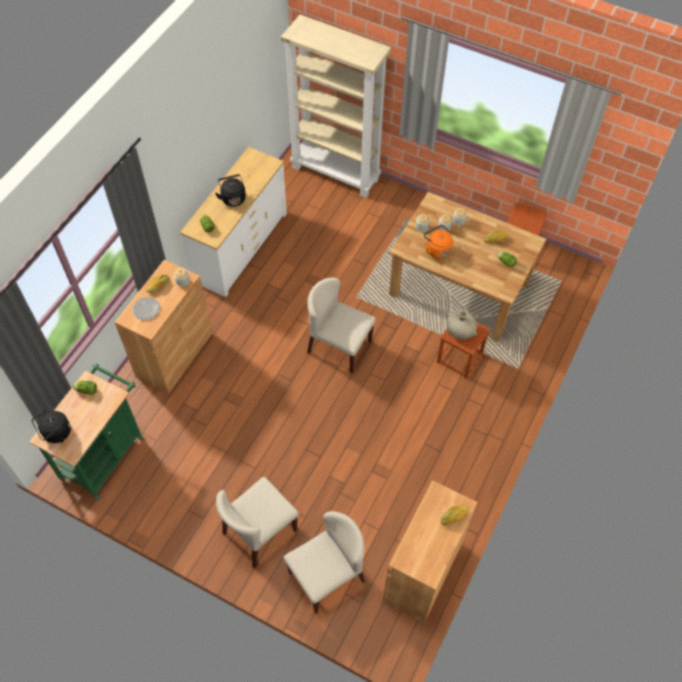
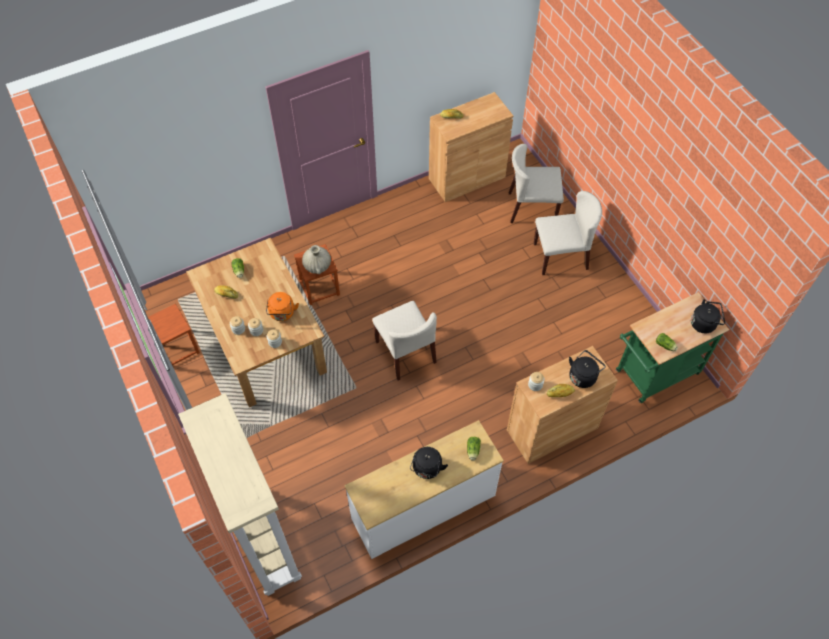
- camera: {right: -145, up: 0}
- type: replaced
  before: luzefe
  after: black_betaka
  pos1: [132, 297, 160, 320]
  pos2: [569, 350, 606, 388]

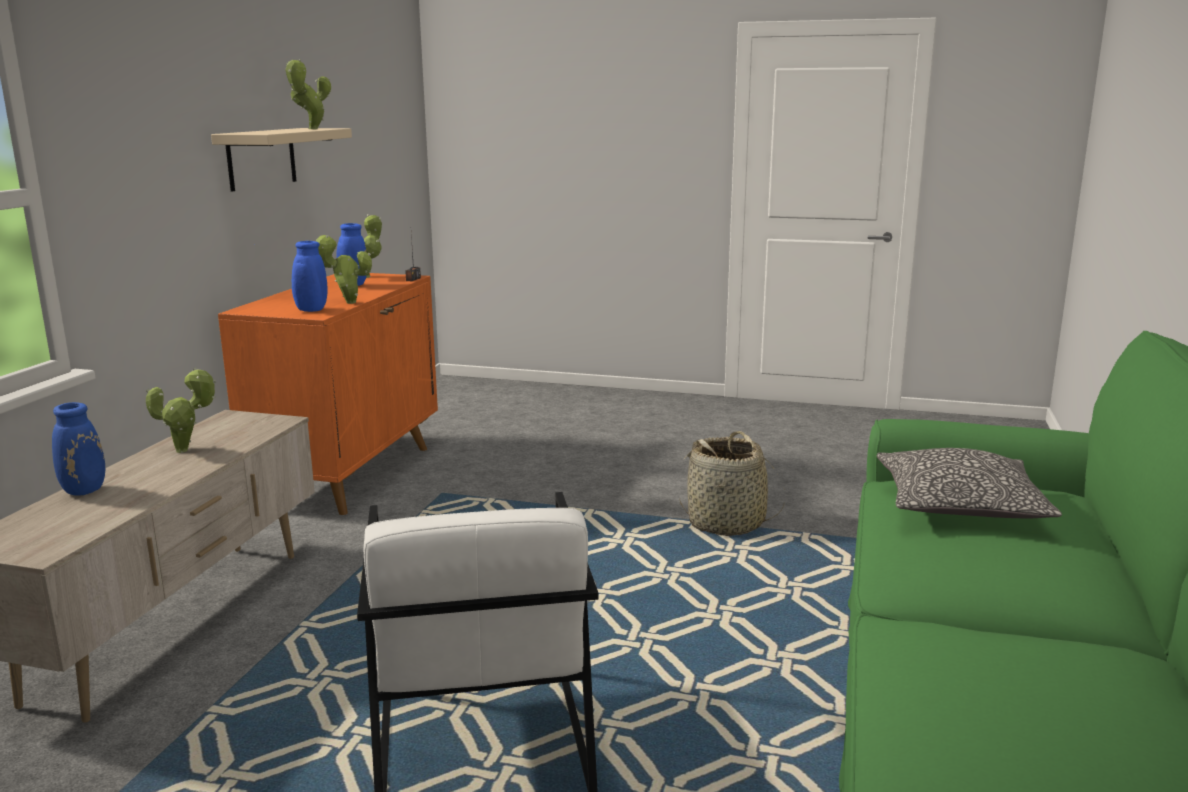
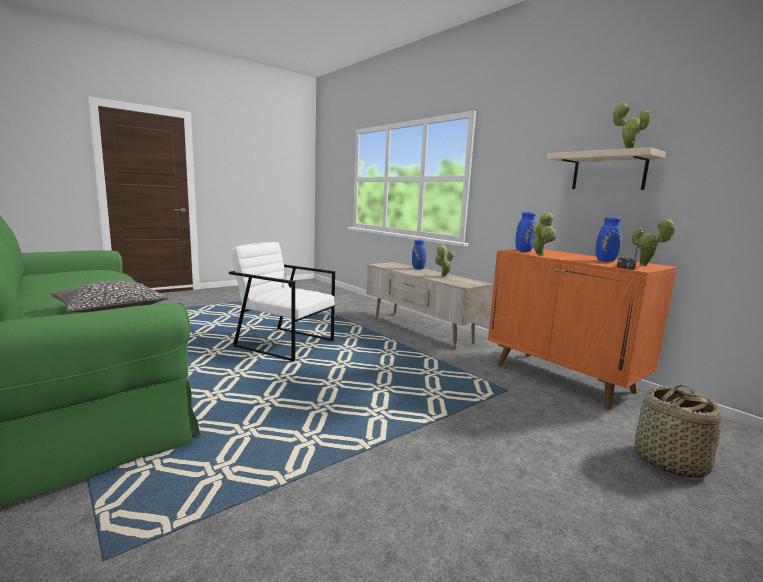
- camera: {right: 125, up: -5}
- type: moved
  before: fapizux
  pos1: [679, 431, 785, 536]
  pos2: [634, 385, 721, 478]

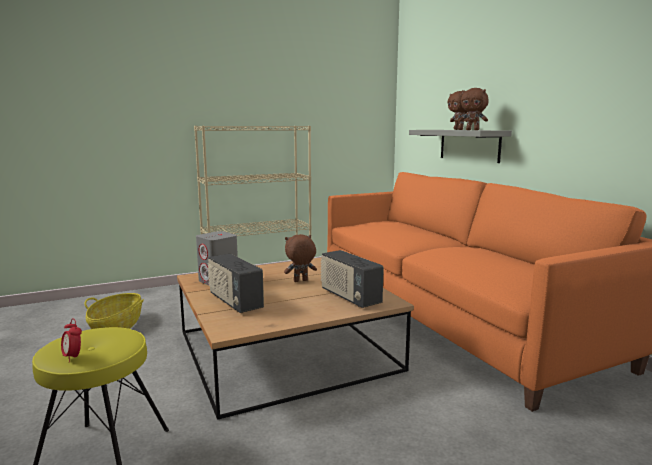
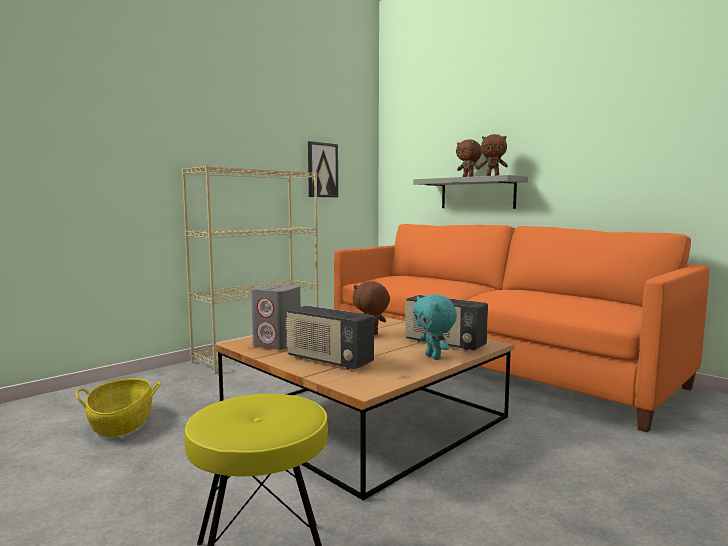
- camera: {right: -20, up: -5}
- type: removed
  before: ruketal
  pos1: [61, 318, 82, 362]
- type: added
  after: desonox
  pos2: [308, 141, 338, 197]
- type: added
  after: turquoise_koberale
  pos2: [413, 294, 457, 360]

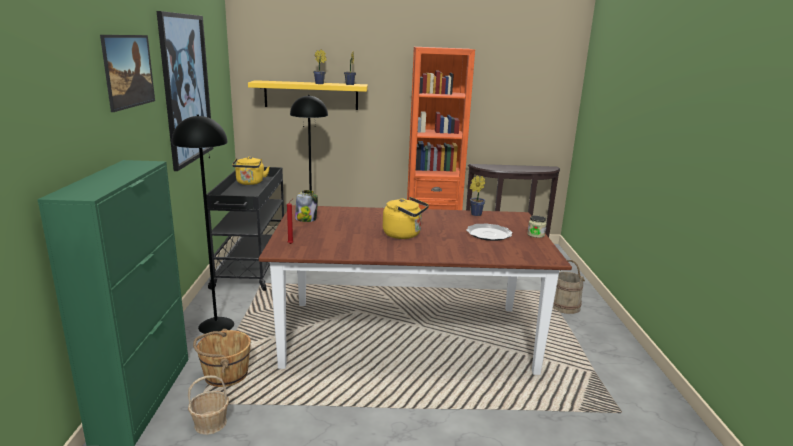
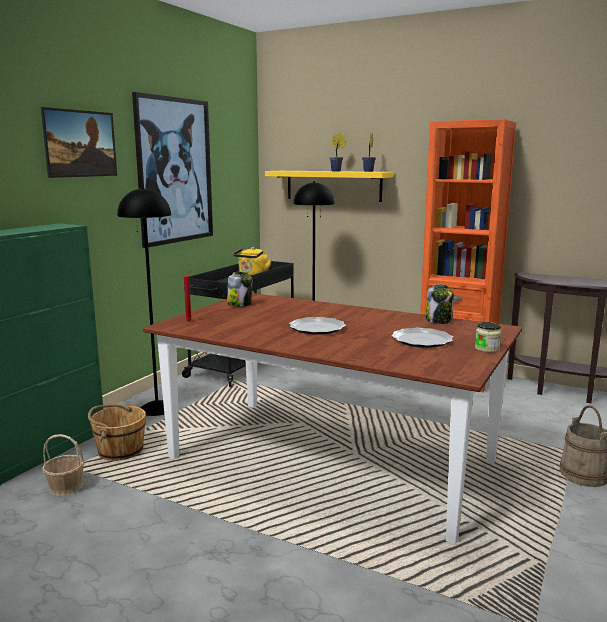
- camera: {right: 30, up: -5}
- type: replaced
  before: yellow_betaka
  after: luzefe
  pos1: [383, 197, 429, 239]
  pos2: [289, 317, 346, 335]
- type: replaced
  before: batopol
  after: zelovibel
  pos1: [470, 175, 485, 216]
  pos2: [426, 284, 454, 324]

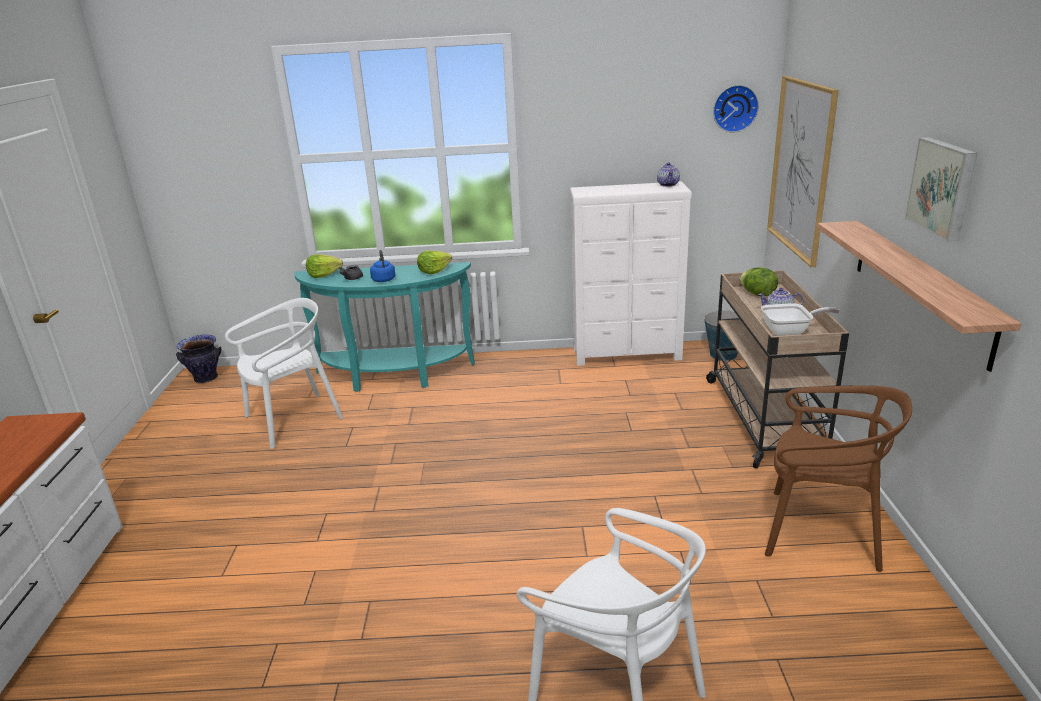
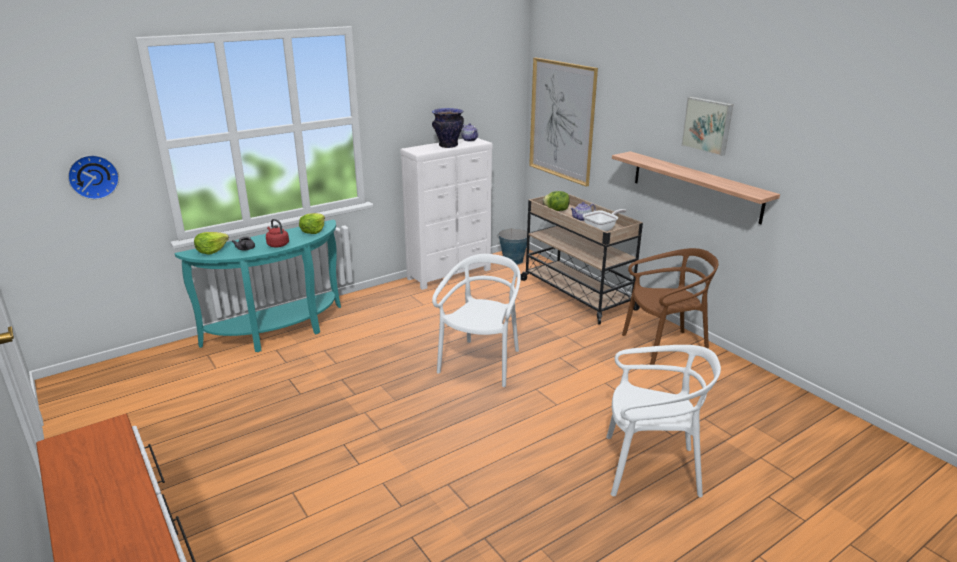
- camera: {right: -35, up: 0}
- type: moved
  before: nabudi
  pos1: [176, 335, 221, 383]
  pos2: [432, 108, 464, 148]
- type: moved
  before: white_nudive
  pos1: [225, 298, 343, 449]
  pos2: [432, 254, 521, 387]
- type: moved
  before: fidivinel
  pos1: [713, 85, 759, 133]
  pos2: [68, 155, 119, 200]
- type: recoloured
  before: blue_betaka
  after: red_betaka
  pos1: [370, 250, 395, 282]
  pos2: [266, 219, 289, 247]

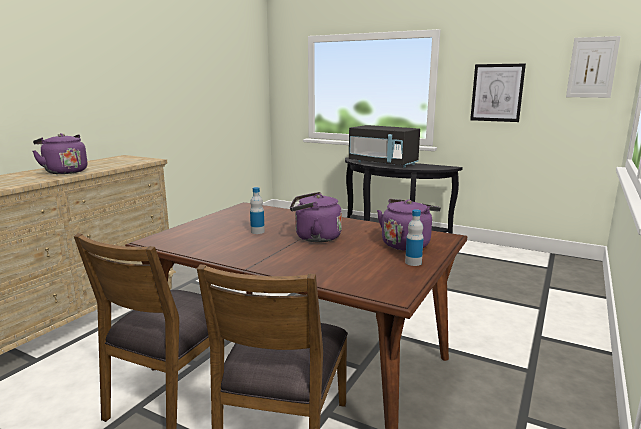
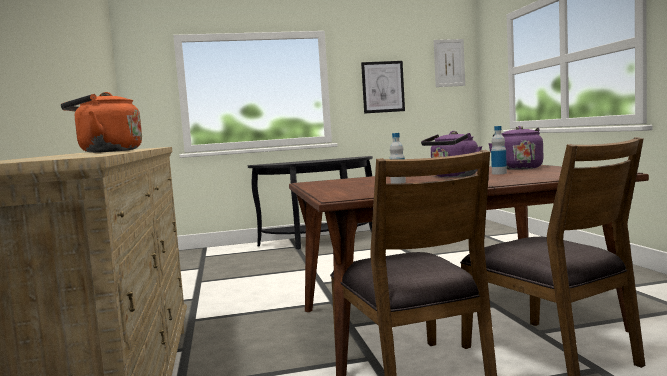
- camera: {right: -40, up: -10}
- type: removed
  before: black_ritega
  pos1: [349, 125, 420, 168]
- type: moved
  before: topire
  pos1: [405, 209, 423, 266]
  pos2: [491, 126, 507, 174]
- type: recoloured
  before: purple_betaka
  after: orange_betaka
  pos1: [32, 133, 87, 174]
  pos2: [61, 92, 142, 153]

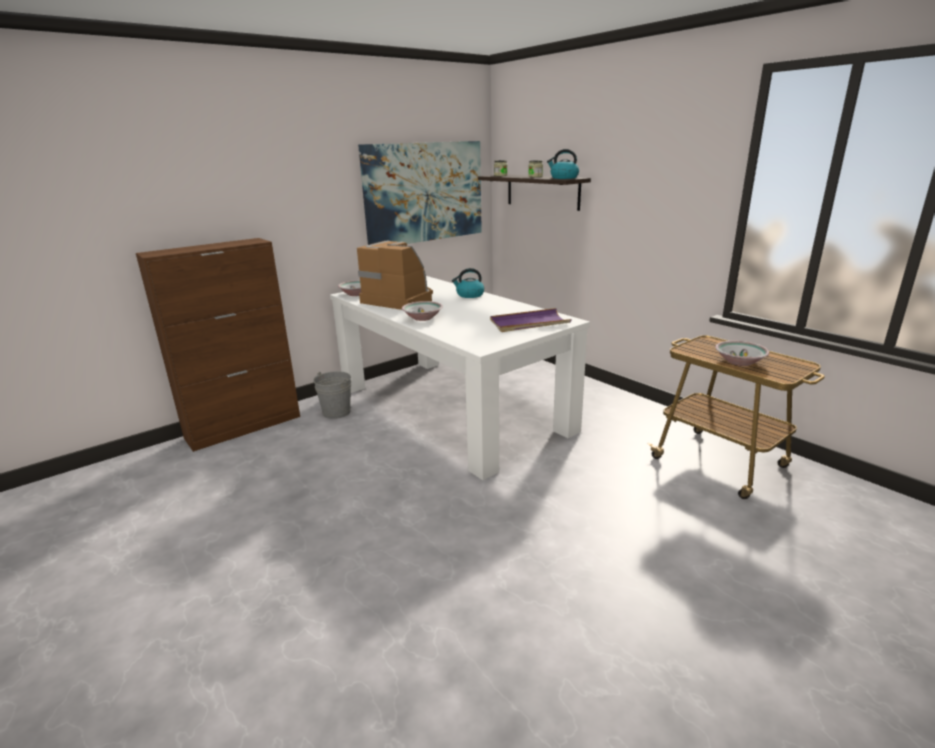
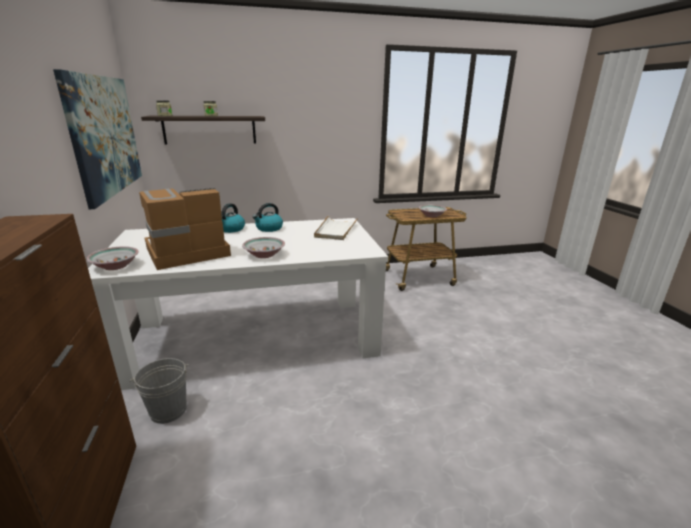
- camera: {right: -65, up: 0}
- type: moved
  before: betaka
  pos1: [547, 149, 579, 179]
  pos2: [252, 203, 283, 232]
- type: recoloured
  before: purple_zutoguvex
  after: white_zutoguvex
  pos1: [490, 308, 572, 332]
  pos2: [314, 216, 358, 240]

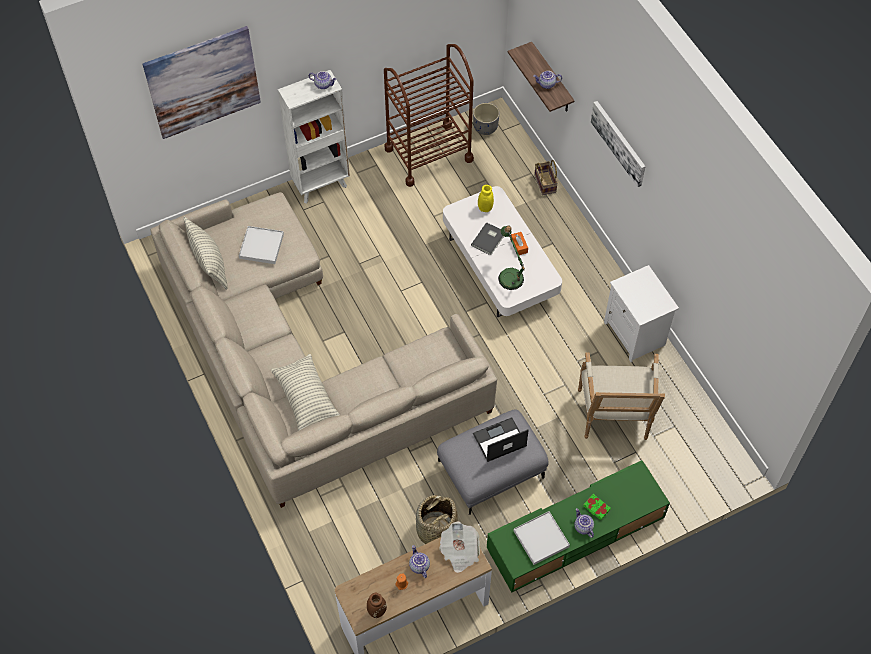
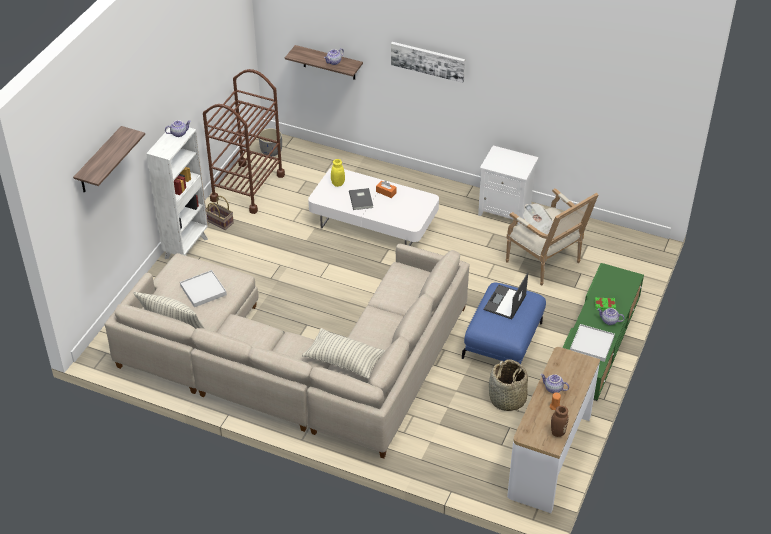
- camera: {right: -40, up: -15}
- type: removed
  before: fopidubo
  pos1: [498, 226, 525, 290]
- type: moved
  before: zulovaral
  pos1: [439, 521, 480, 573]
  pos2: [523, 203, 553, 235]
- type: moved
  before: fapizux
  pos1: [534, 160, 558, 195]
  pos2: [206, 196, 234, 230]
- type: replaced
  before: desonox
  after: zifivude
  pos1: [143, 26, 261, 139]
  pos2: [73, 126, 145, 192]
- type: recoloured
  before: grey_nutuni
  after: blue_nutuni
  pos1: [437, 409, 548, 515]
  pos2: [462, 283, 546, 364]

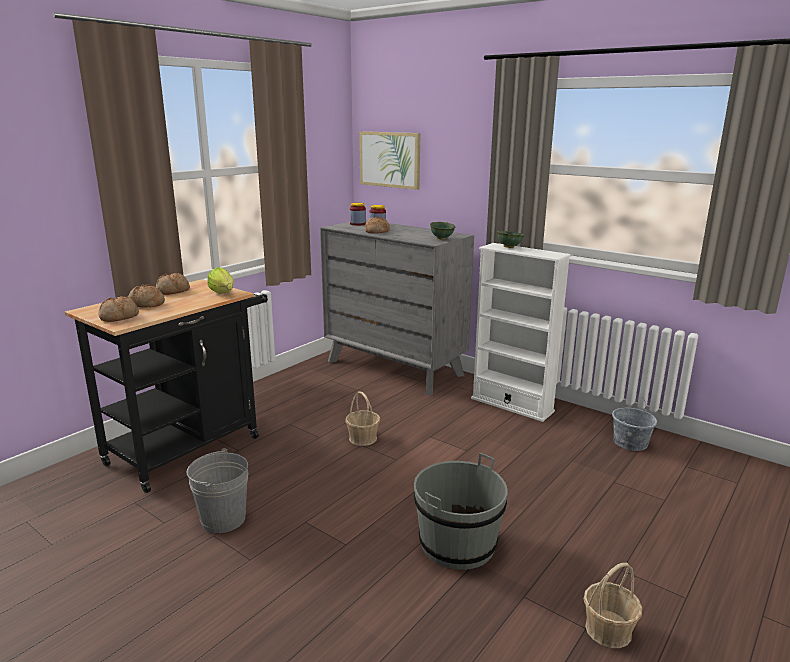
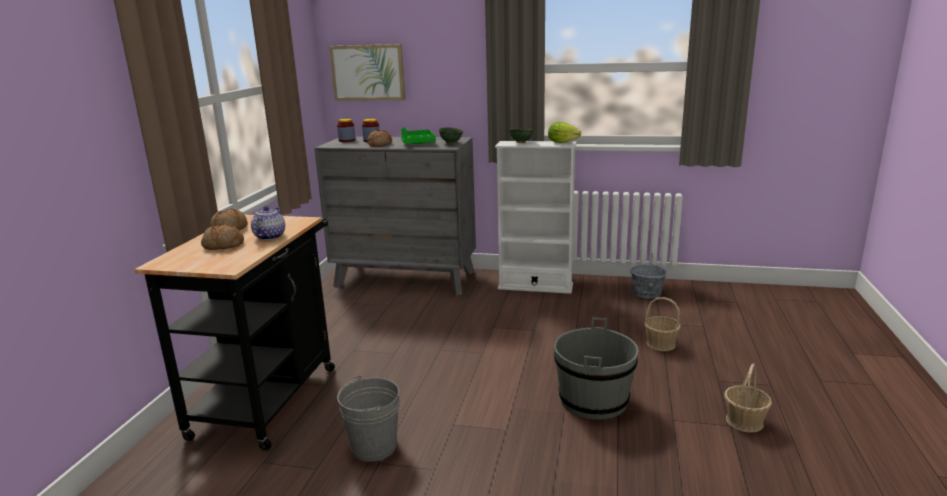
- camera: {right: -25, up: 0}
- type: removed
  before: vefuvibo
  pos1: [99, 296, 139, 322]
- type: added
  after: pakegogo
  pos2: [251, 206, 285, 240]
- type: added
  after: green_zutoguvex
  pos2: [401, 127, 436, 144]
- type: moved
  before: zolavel
  pos1: [207, 267, 234, 294]
  pos2: [548, 122, 581, 143]
- type: moved
  before: fapizux
  pos1: [345, 391, 380, 446]
  pos2: [644, 297, 681, 351]

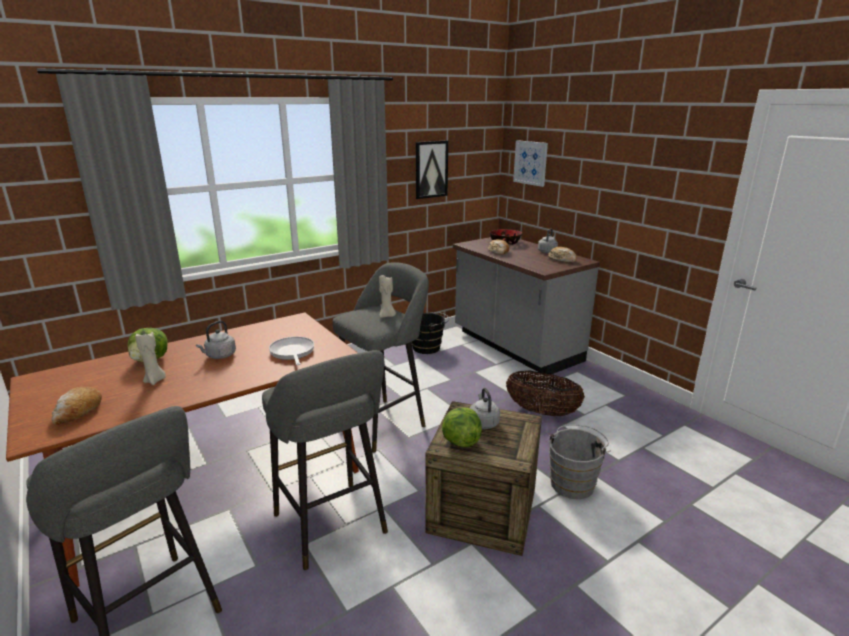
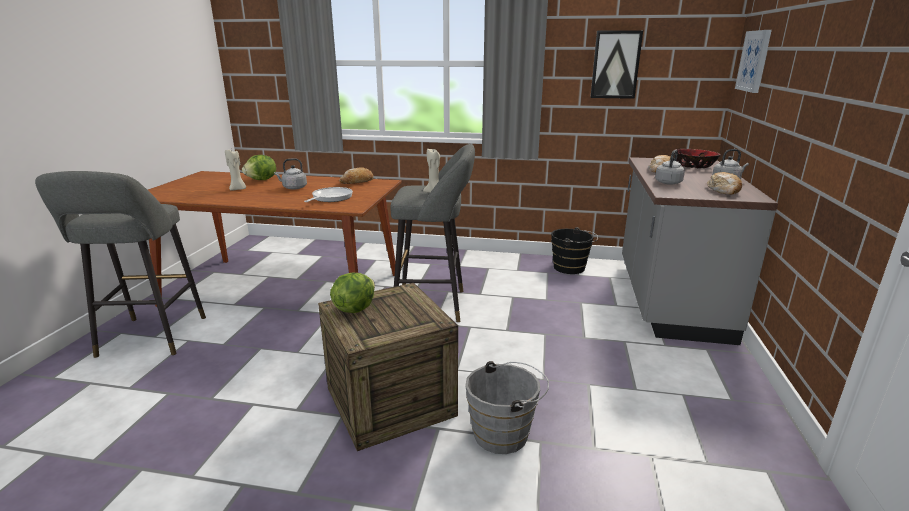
- camera: {right: 45, up: 0}
- type: removed
  before: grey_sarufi
  pos1: [262, 350, 388, 570]
- type: removed
  before: fapizux
  pos1: [506, 371, 585, 416]
- type: moved
  before: vefuvibo
  pos1: [52, 387, 102, 425]
  pos2: [339, 168, 373, 184]
- type: moved
  before: grey_betaka
  pos1: [470, 388, 500, 429]
  pos2: [655, 150, 685, 185]

